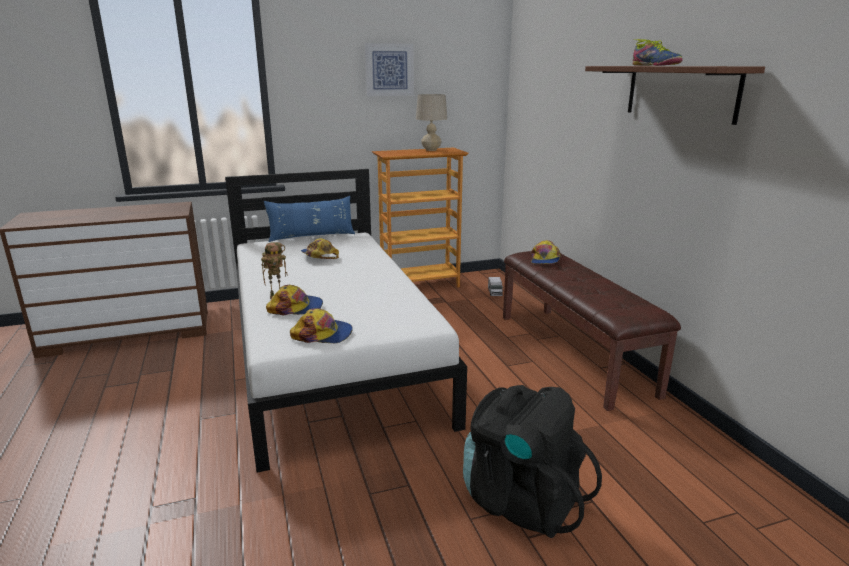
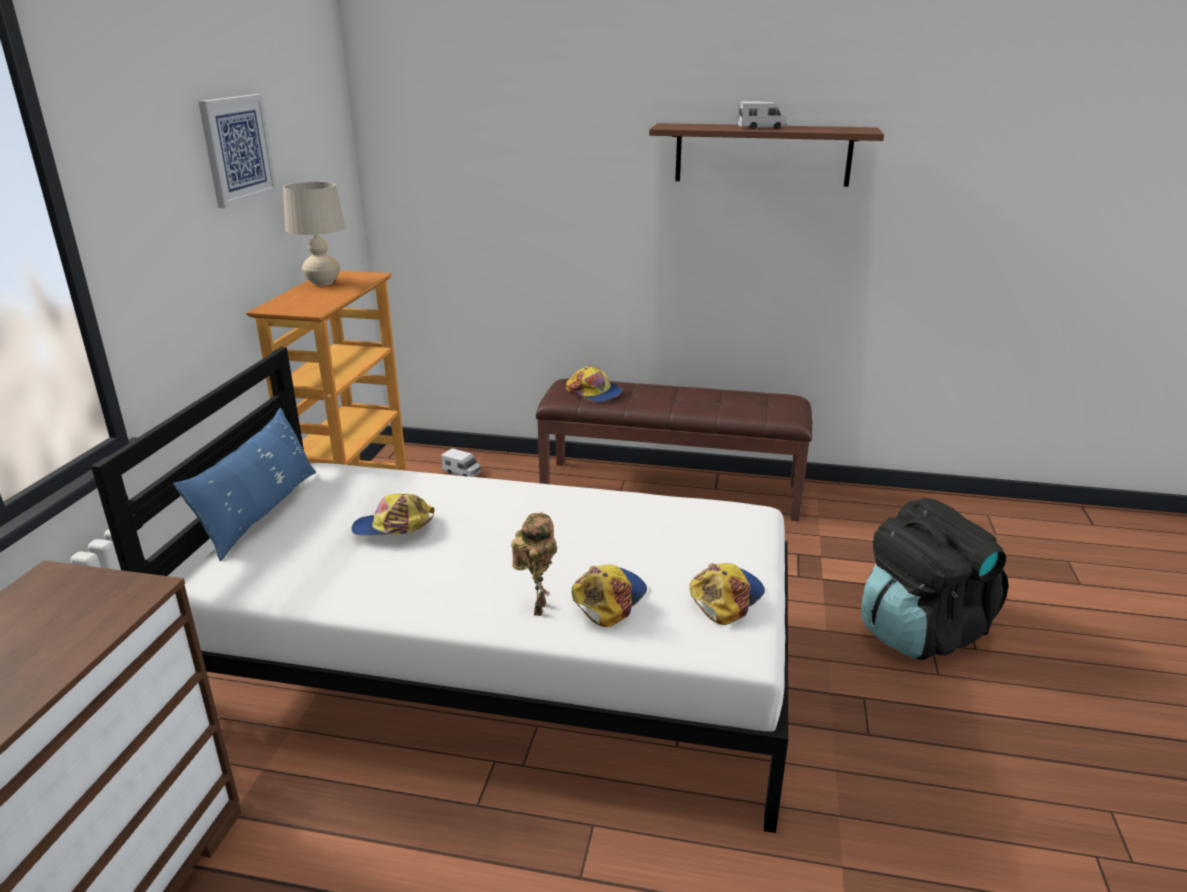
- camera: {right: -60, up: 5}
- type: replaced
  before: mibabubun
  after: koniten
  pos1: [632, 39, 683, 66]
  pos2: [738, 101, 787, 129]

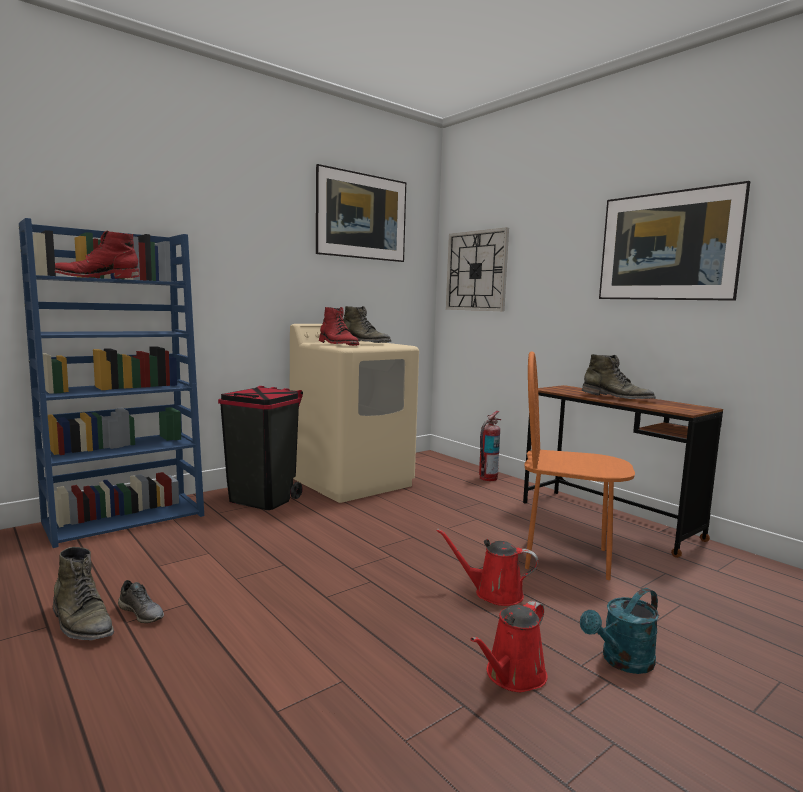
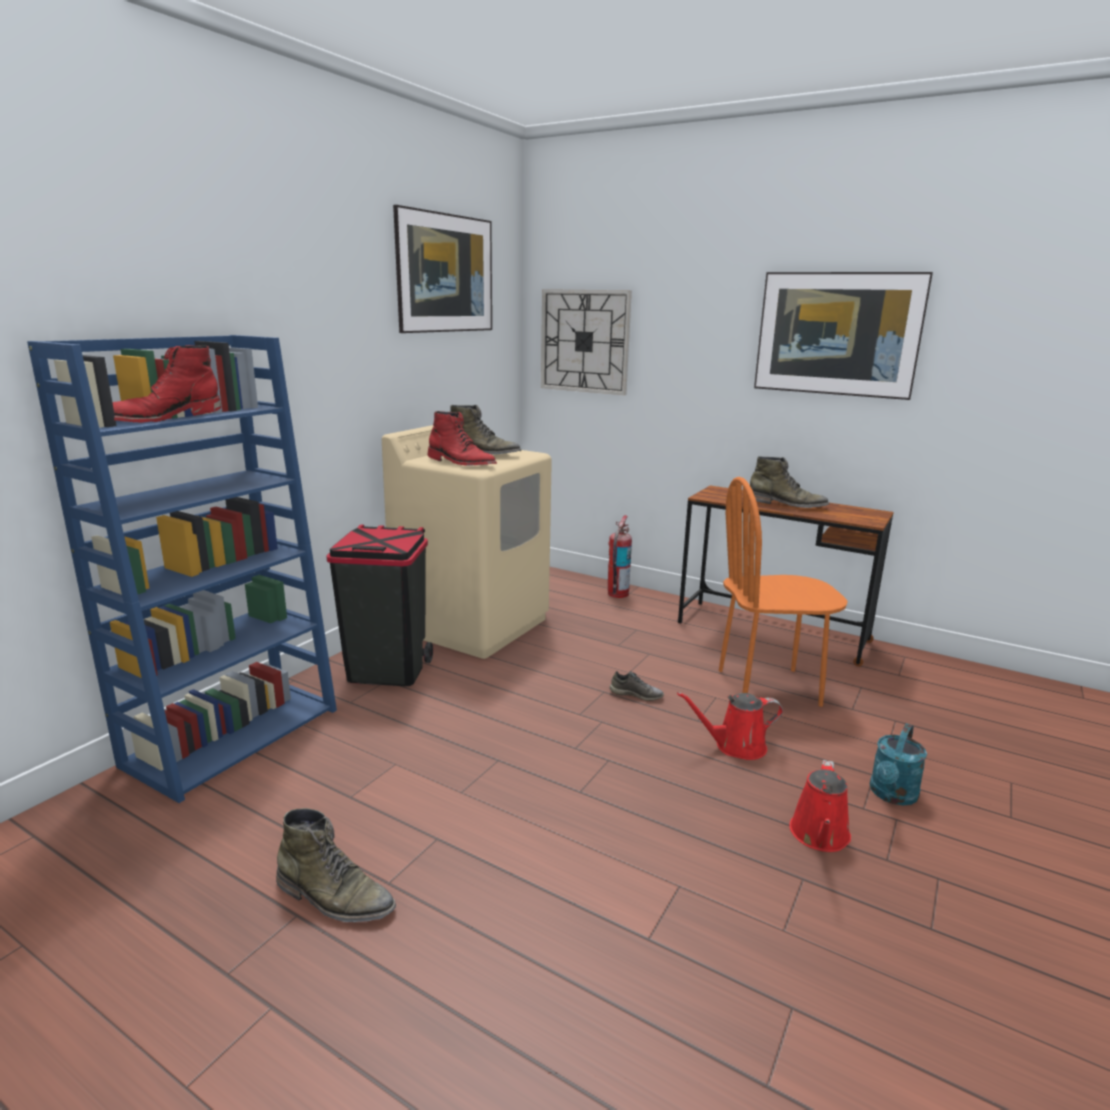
- camera: {right: -20, up: 10}
- type: moved
  before: grey_mibabubun
  pos1: [118, 580, 164, 623]
  pos2: [610, 671, 664, 701]

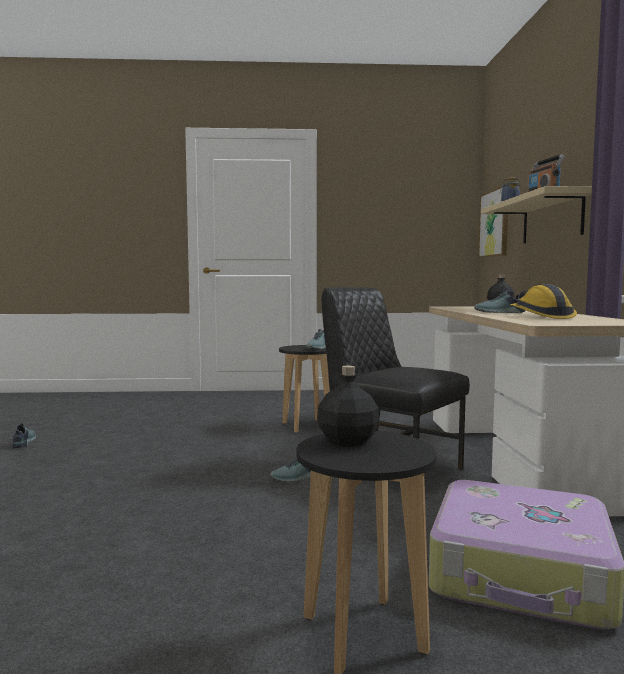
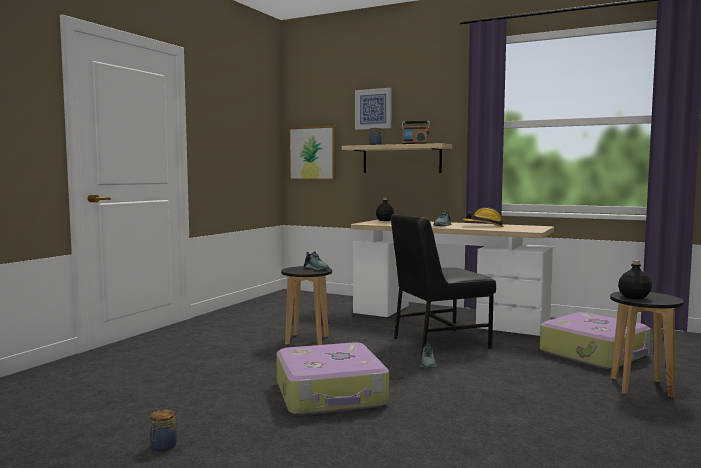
- camera: {right: -60, up: 0}
- type: added
  after: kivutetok
  pos2: [276, 342, 389, 415]
- type: added
  after: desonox
  pos2: [355, 88, 392, 130]
- type: replaced
  before: mibabubun
  after: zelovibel
  pos1: [12, 423, 36, 448]
  pos2: [150, 409, 177, 451]

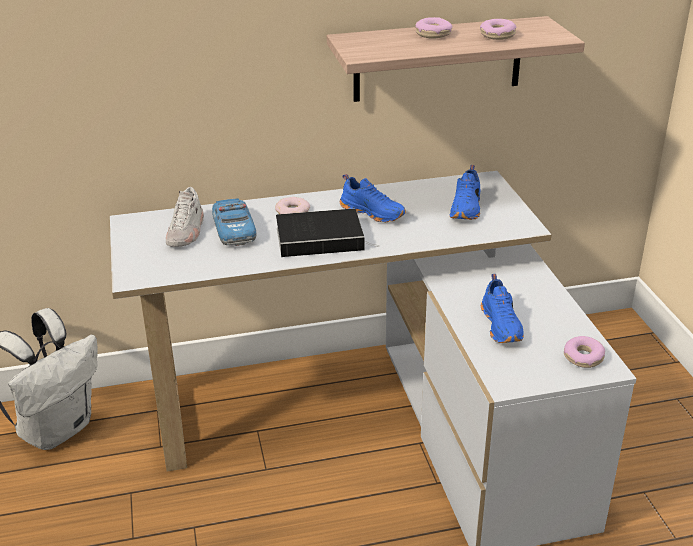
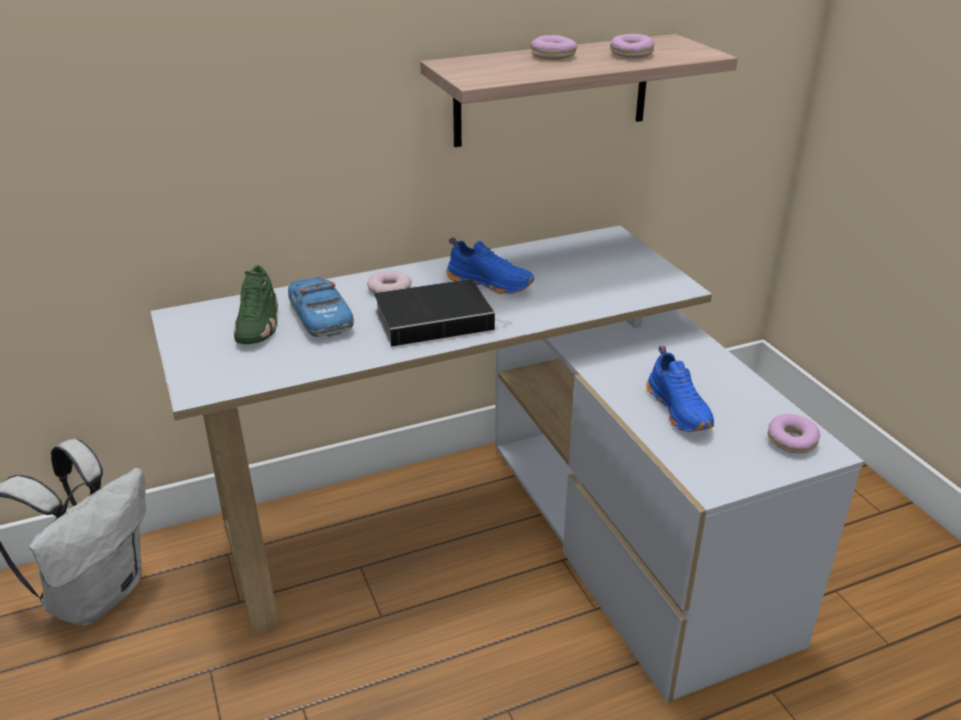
- camera: {right: -10, up: 0}
- type: removed
  before: blue_mibabubun
  pos1: [450, 165, 481, 220]
- type: recoloured
  before: white_mibabubun
  after: green_mibabubun
  pos1: [166, 187, 204, 247]
  pos2: [234, 265, 278, 344]

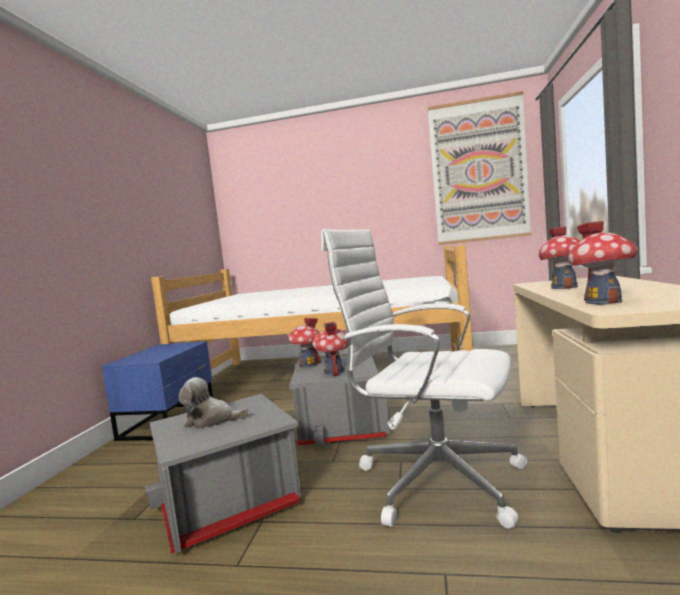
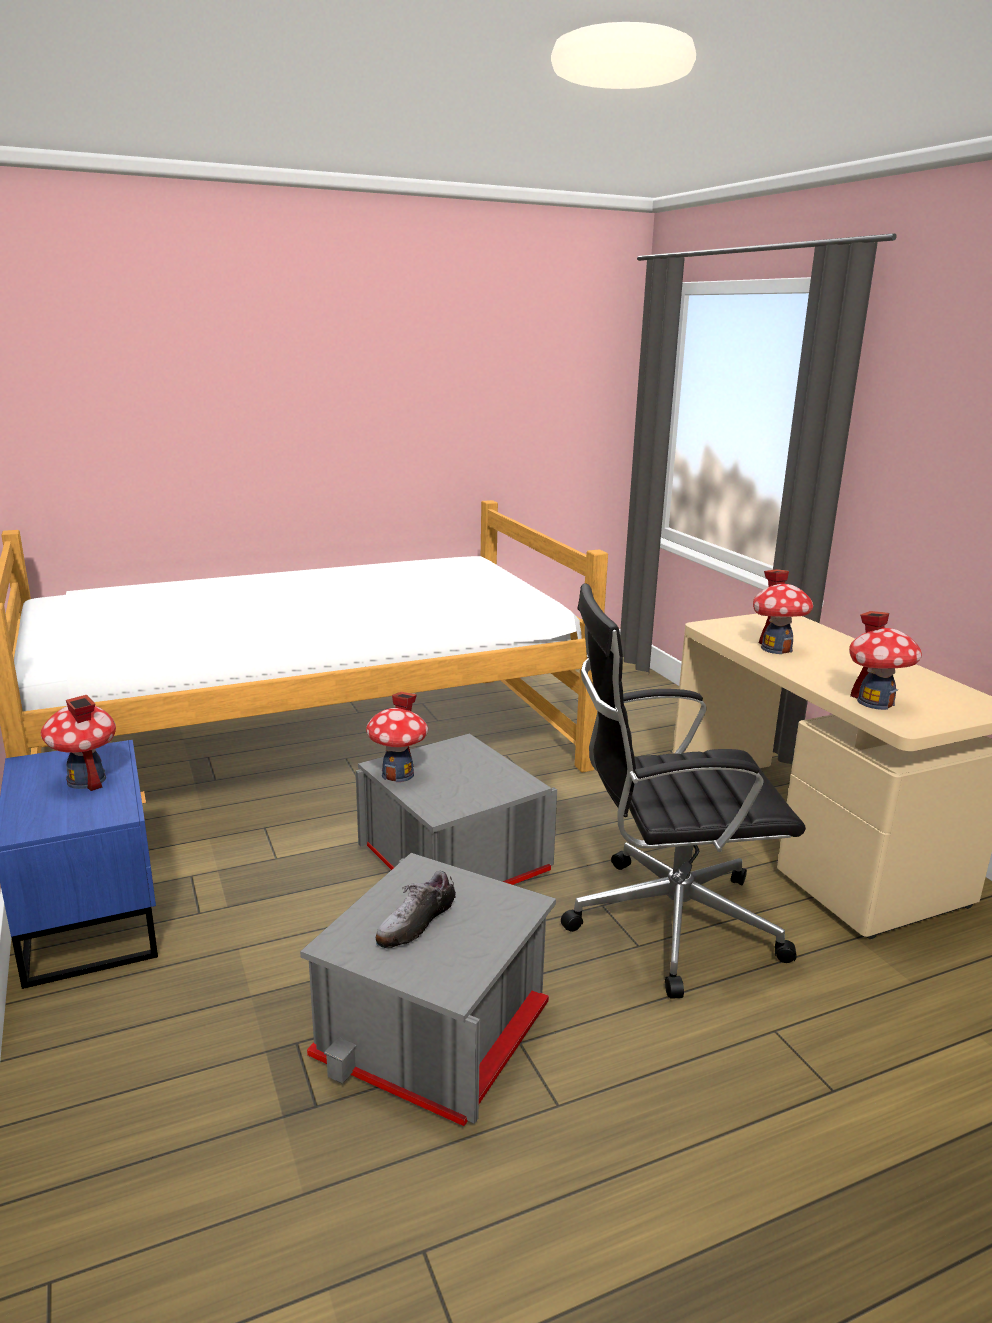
- camera: {right: -35, up: 15}
- type: removed
  before: desonox
  pos1: [428, 91, 531, 245]
- type: moved
  before: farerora
  pos1: [312, 322, 348, 376]
  pos2: [41, 695, 116, 791]
- type: replaced
  before: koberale
  after: mibabubun
  pos1: [179, 377, 248, 429]
  pos2: [376, 871, 456, 948]
- type: recoloured
  before: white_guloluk
  after: black_guloluk
  pos1: [321, 229, 527, 529]
  pos2: [561, 583, 806, 999]

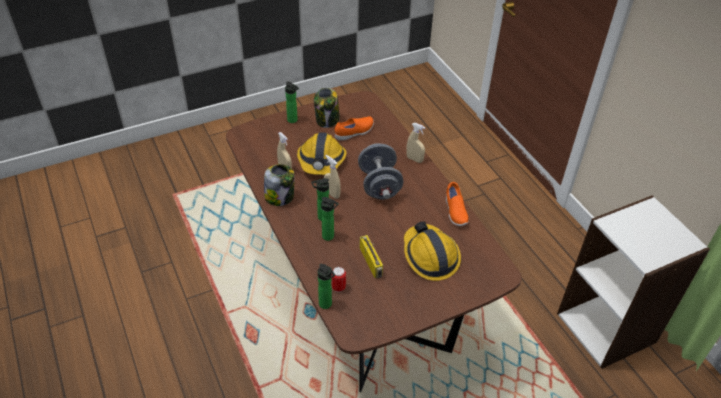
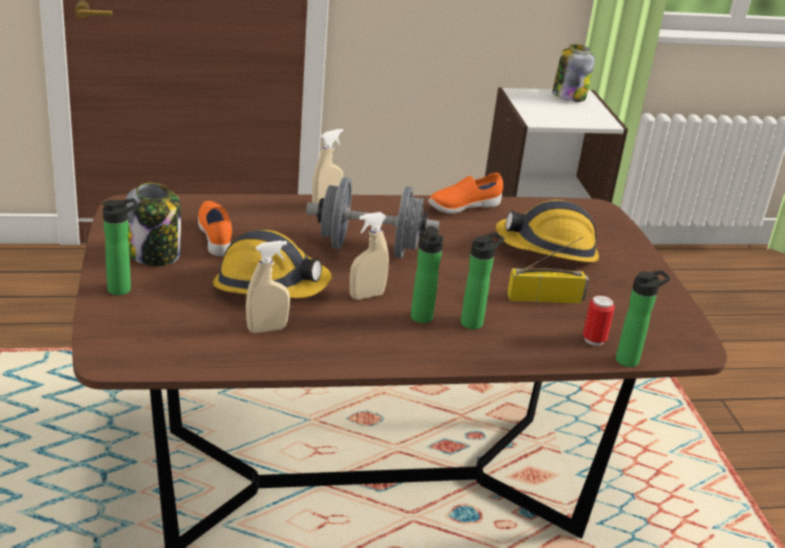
- camera: {right: -75, up: -15}
- type: moved
  before: zelovibel
  pos1: [264, 164, 295, 206]
  pos2: [552, 44, 595, 102]
- type: turned
  before: orange_mibabubun
  pos1: [446, 182, 469, 226]
  pos2: [428, 173, 504, 214]
  turn: 150

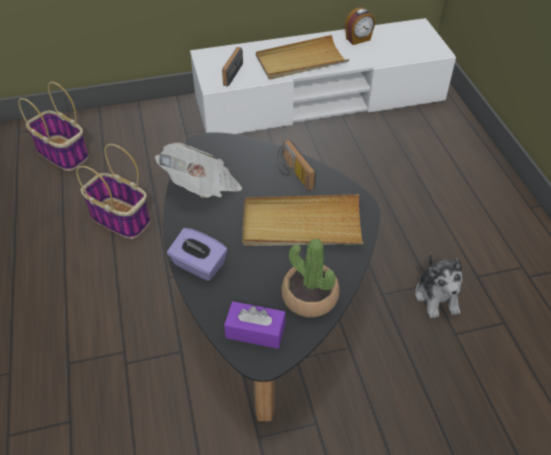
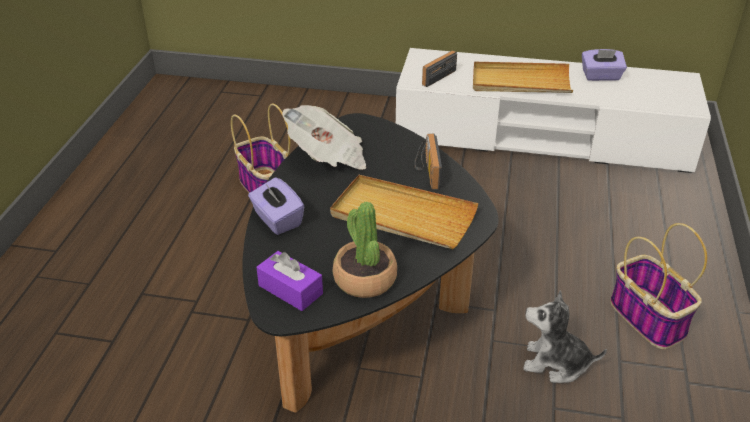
- camera: {right: 25, up: -10}
- type: moved
  before: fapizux
  pos1: [18, 82, 89, 171]
  pos2: [610, 223, 707, 349]
- type: replaced
  before: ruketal
  after: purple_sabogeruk
  pos1: [345, 7, 375, 45]
  pos2: [582, 49, 627, 81]
- type: turned
  before: koberale
  pos1: [415, 253, 462, 318]
  pos2: [523, 290, 607, 383]
  turn: 90

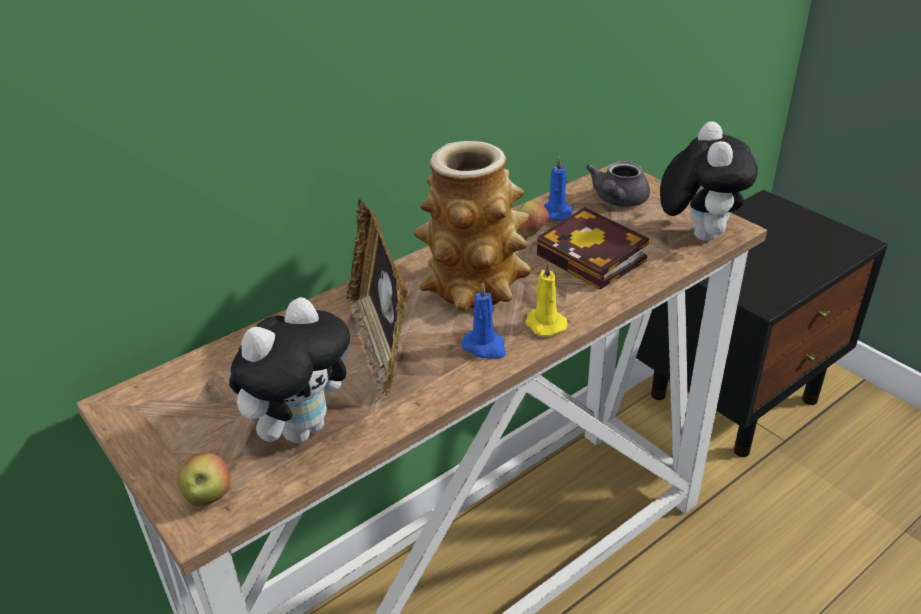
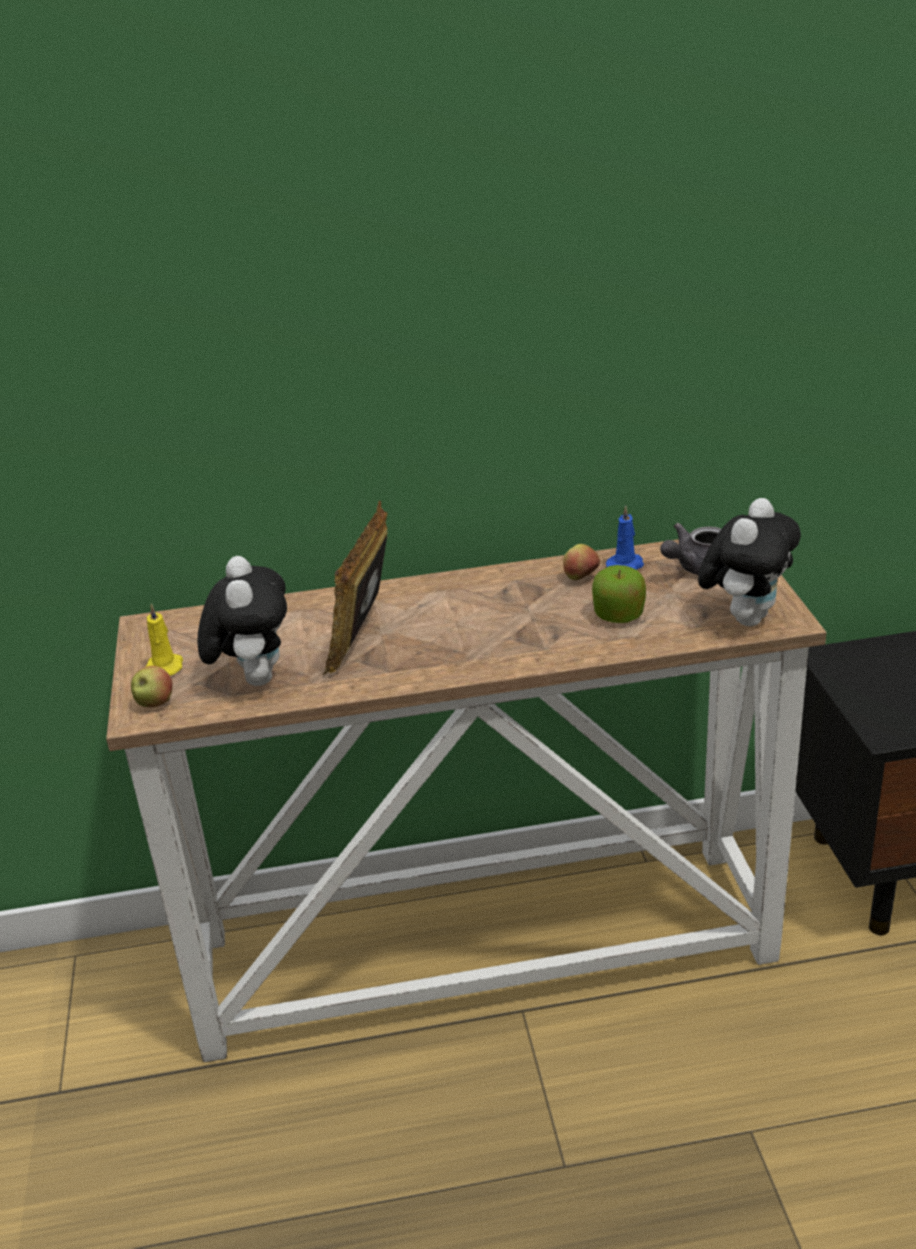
- camera: {right: 30, up: -5}
- type: removed
  before: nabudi
  pos1: [414, 141, 531, 311]
- type: removed
  before: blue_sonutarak
  pos1: [461, 282, 506, 359]
- type: moved
  before: yellow_sonutarak
  pos1: [525, 261, 568, 337]
  pos2: [146, 604, 183, 676]
- type: replaced
  before: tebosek
  after: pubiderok
  pos1: [537, 207, 649, 290]
  pos2: [592, 565, 646, 623]
- type: turned
  before: koberale
  pos1: [229, 297, 350, 443]
  pos2: [197, 556, 287, 686]
  turn: -75

